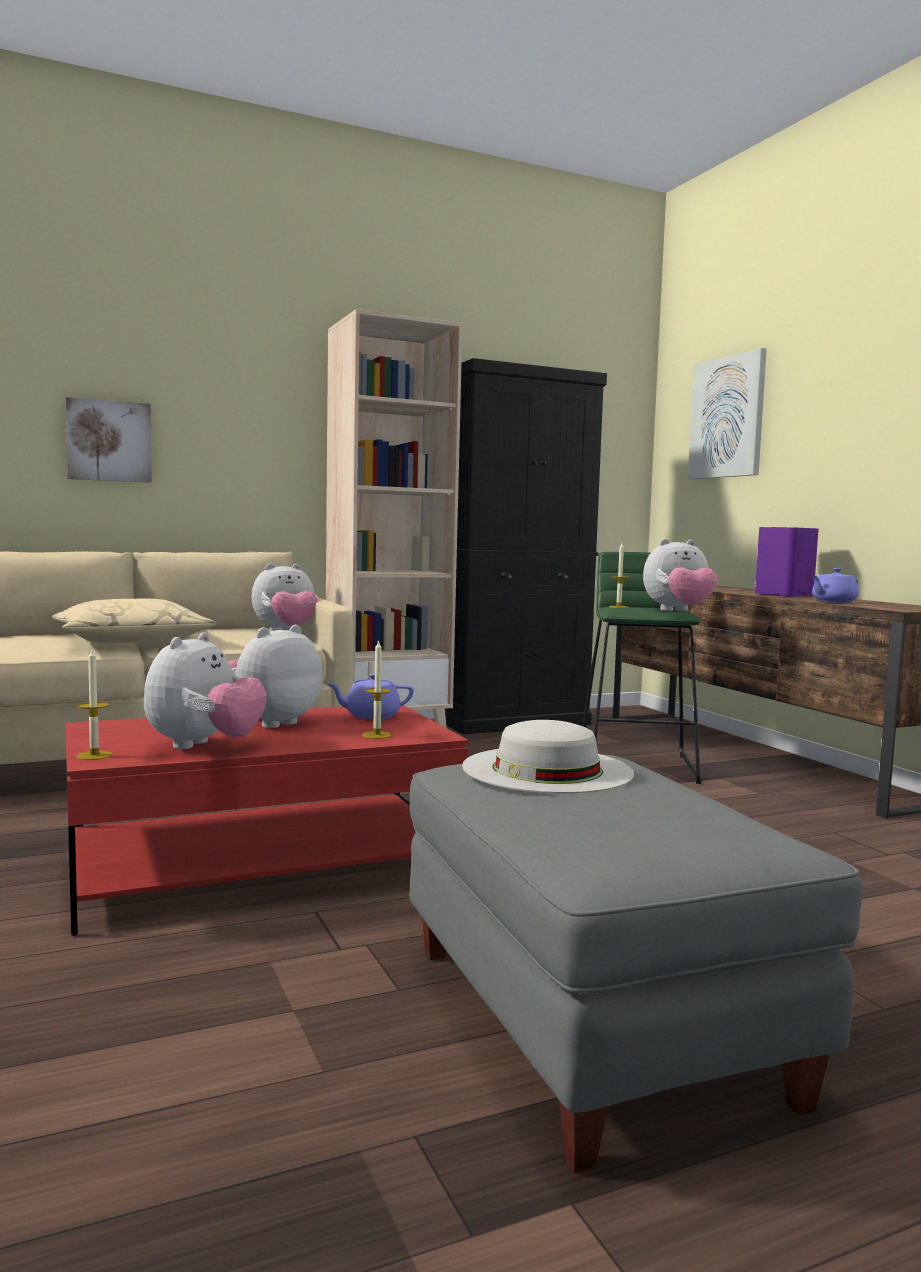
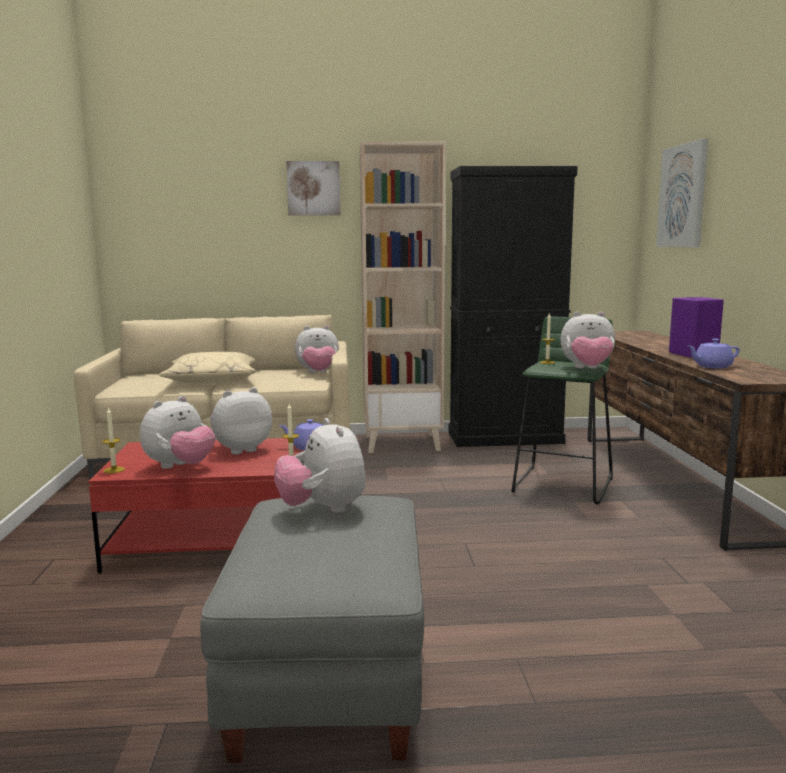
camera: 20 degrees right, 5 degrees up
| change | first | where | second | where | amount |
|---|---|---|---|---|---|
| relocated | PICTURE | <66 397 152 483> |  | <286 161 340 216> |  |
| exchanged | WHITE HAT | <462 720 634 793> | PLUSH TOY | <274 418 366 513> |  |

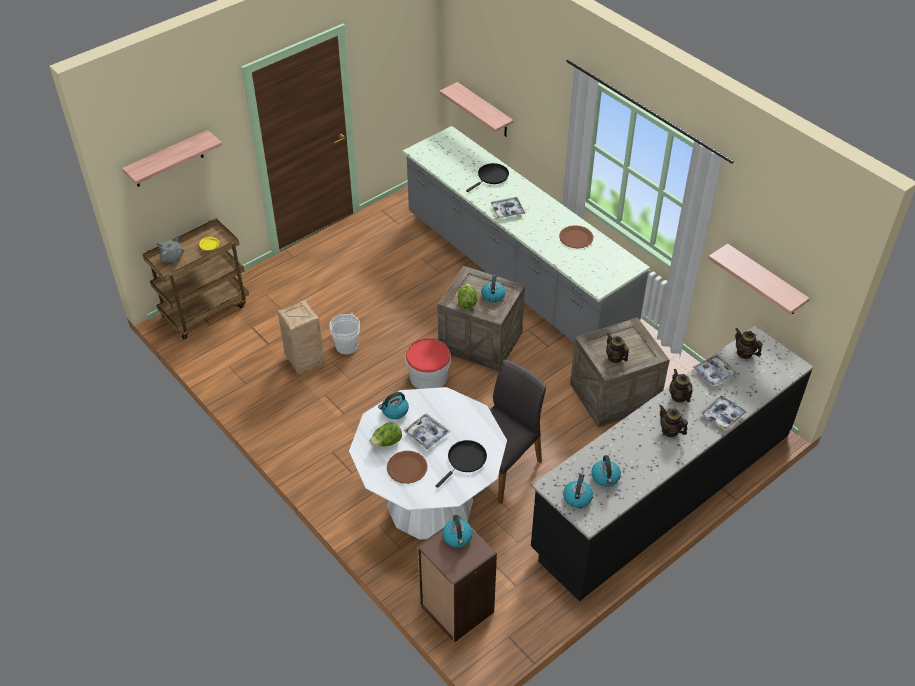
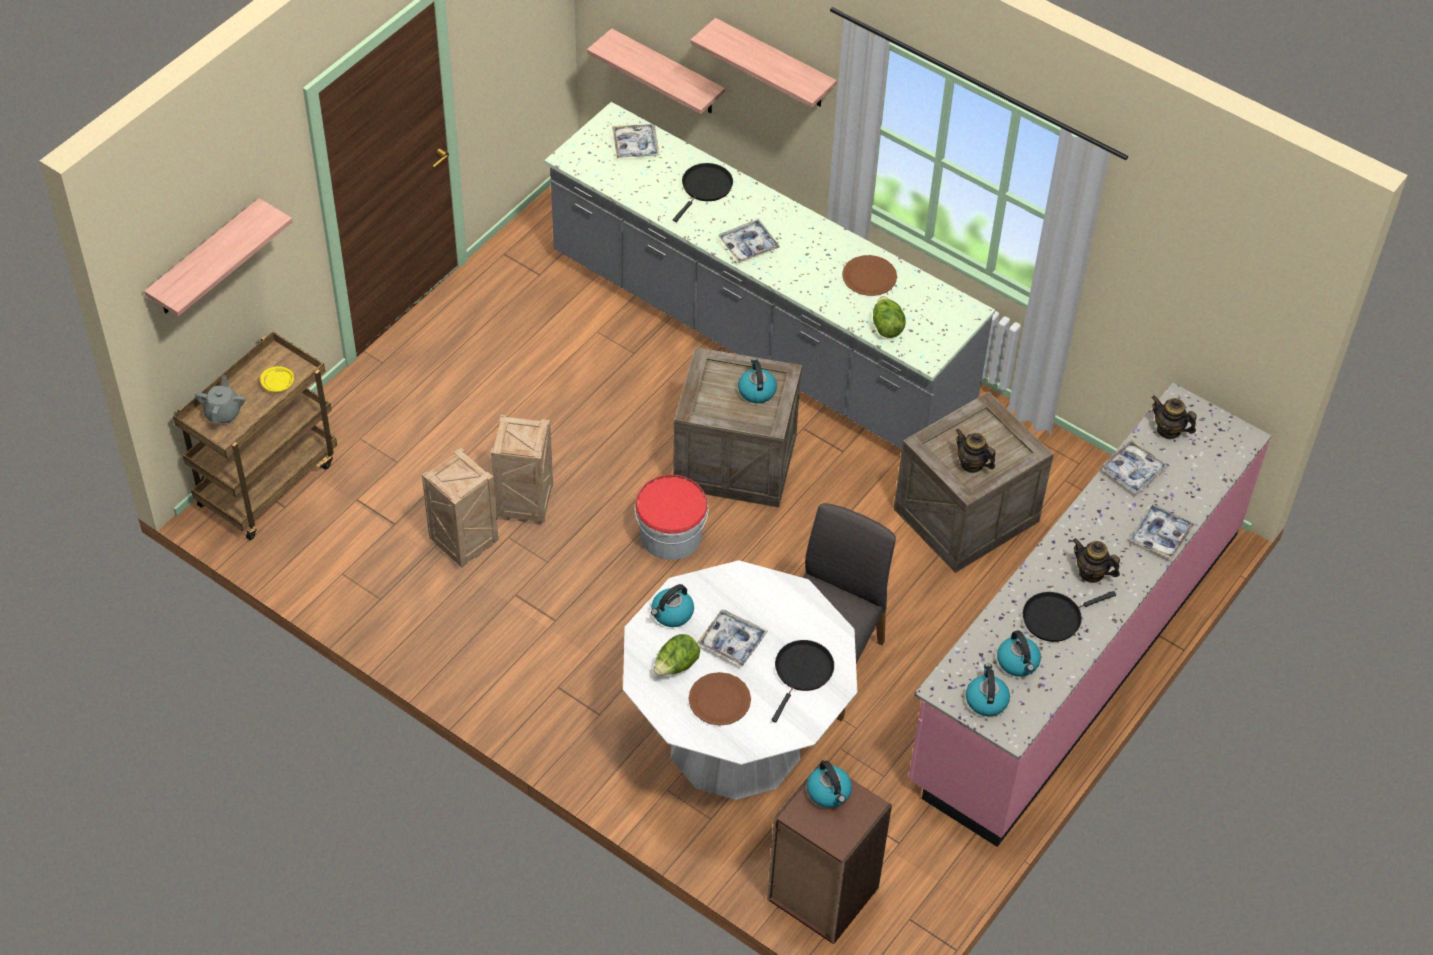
camera: 15 degrees left, 5 degrees up
| change | first | where | second | where | amount |
|---|---|---|---|---|---|
| missing | TEAPOT | <669 369 693 402> |  |  |  |
| appeared |  |  | TRAY | <612 124 660 158> |  |
| appeared |  |  | BLACK FRYING PAN | <1023 591 1116 642> |  |
| relocated | LETTUCE | <458 284 477 309> |  | <873 296 906 338> |  |
| relocated | SHELF | <708 243 810 314> |  | <690 18 837 108> |  |
| exchanged | WHITE BUCKET | <330 313 360 354> | CRATE | <491 415 553 524> |  |
| colour | BLACK COUNTER | <531 326 813 601> | PINK COUNTER | <909 383 1271 847> |  |

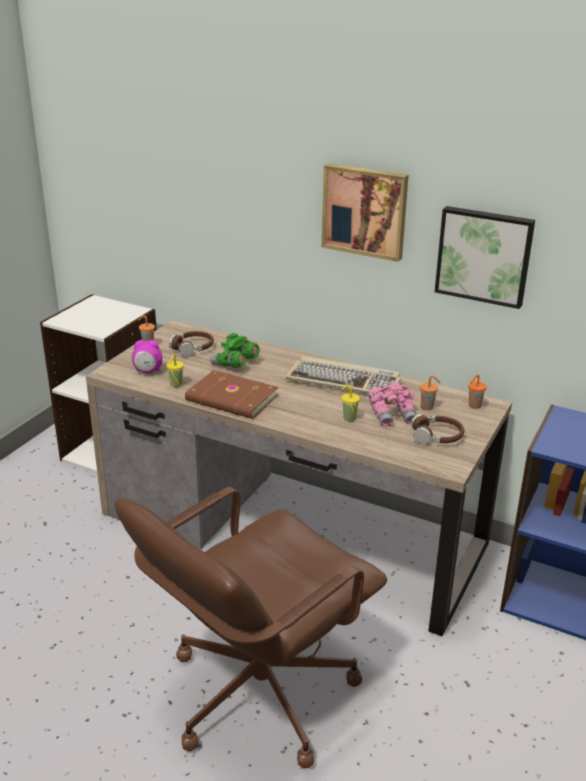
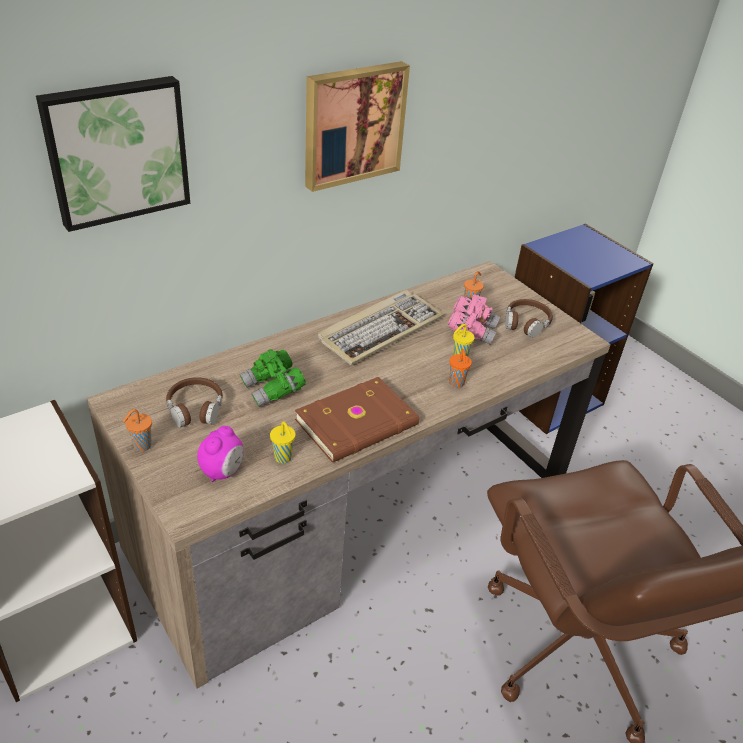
camera: 65 degrees left, 10 degrees up
| change | first | where | second | where | amount |
|---|---|---|---|---|---|
| relocated | PICTURE | <435 206 535 309> |  | <36 76 190 232> |  |
| relocated | ORANGE CUP | <468 374 487 409> |  | <449 349 472 388> |  |

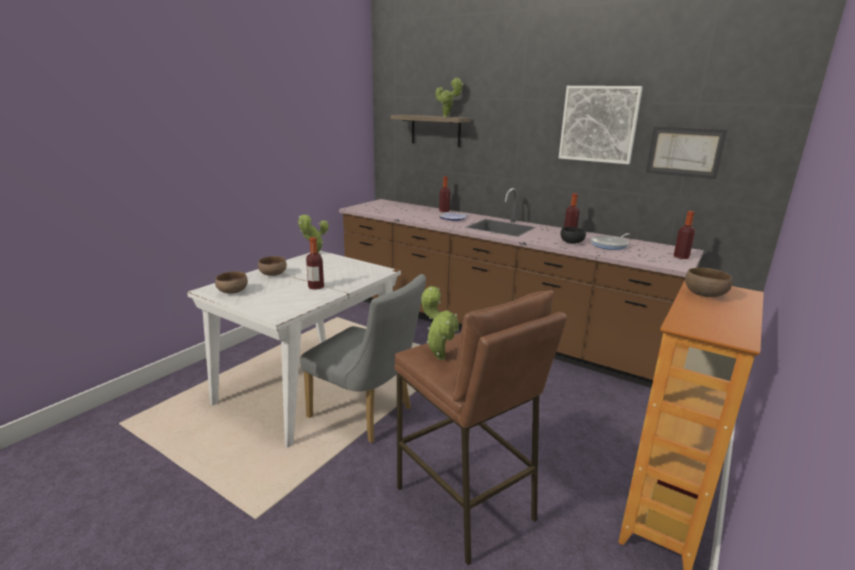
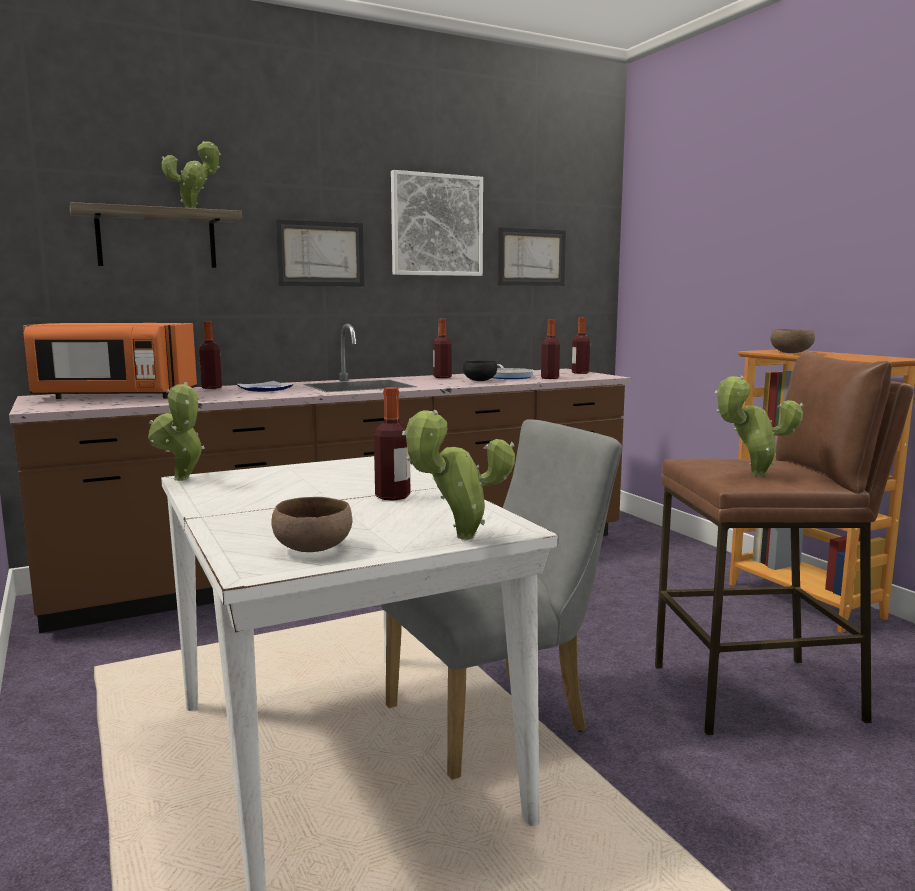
camera: 60 degrees left, 10 degrees down
| change | first | where | second | where | amount |
|---|---|---|---|---|---|
| missing | BROWN BOWL | <258 256 287 276> |  |  |  |
| appeared |  |  | ORANGE MICROWAVE | <23 323 197 399> |  |
| appeared |  |  | PICTURE | <275 219 364 286> |  |
| appeared |  |  | POTTED PLANT | <402 410 515 540> |  |
| appeared |  |  | BOTTLE | <541 319 560 379> |  |

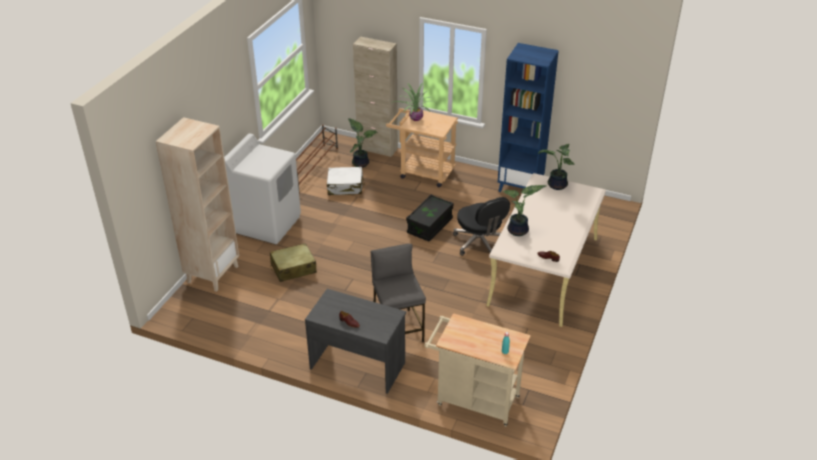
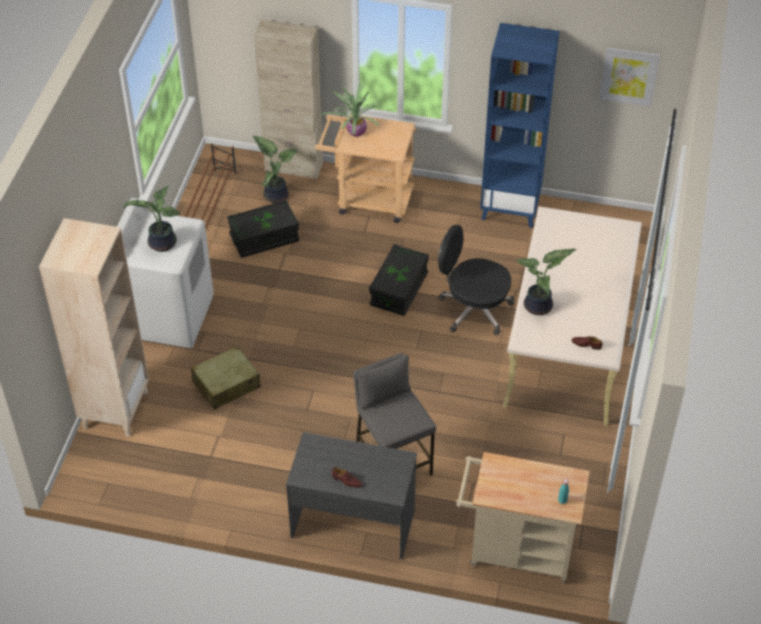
camera: 10 degrees left, 10 degrees up
| change | first | where | second | where | amount |
|---|---|---|---|---|---|
| appeared |  |  | PICTURE | <599 47 660 107> |  |
| relocated | POTTED PLANT | <538 144 575 190> |  | <124 186 180 252> |  |
| exchanged | WHITE SUITCASE | <327 167 365 195> | BLACK STORAGE BOX | <227 200 299 258> |  |
| spun | BLACK OFFICE CHAIR | <453 197 510 256> |  | <438 225 514 335> | 150 degrees clockwise |

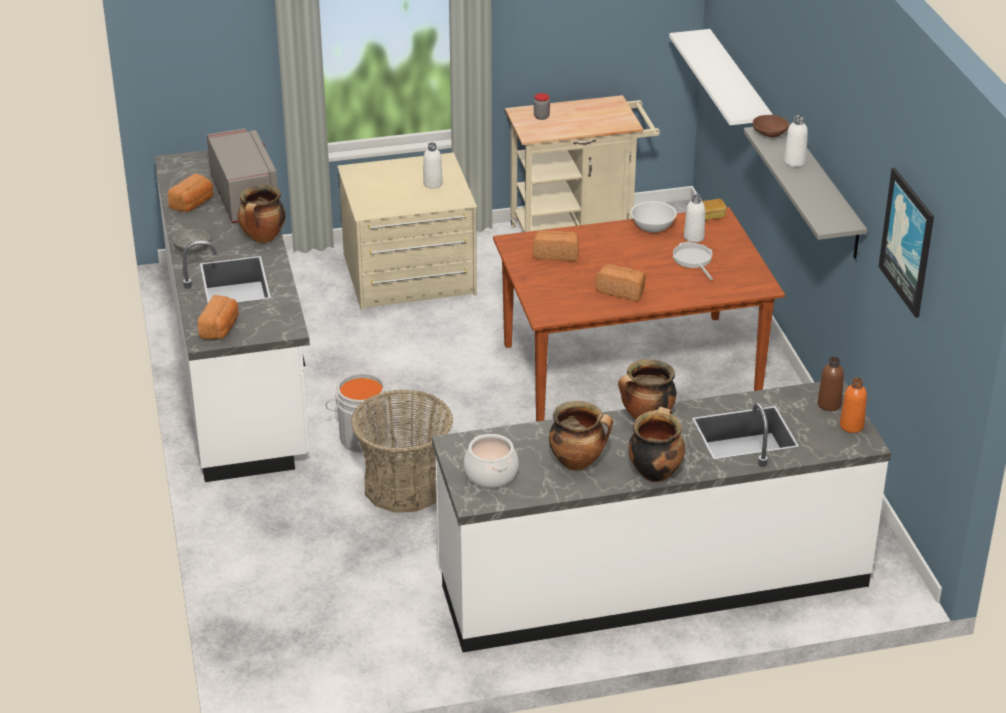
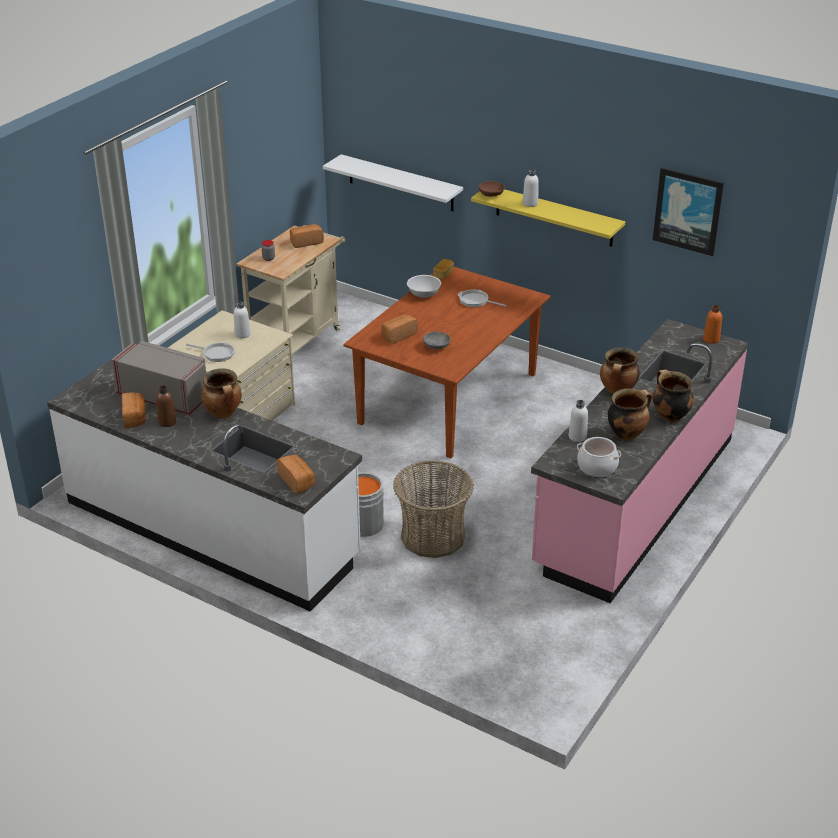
camera: 45 degrees left, 0 degrees up
| change | first | where | second | where | amount |
|---|---|---|---|---|---|
| appeared |  |  | FRYING PAN | <186 342 236 362> |  |
| relocated | GREY BOWL | <173 229 210 252> |  | <423 332 451 349> |  |
| relocated | BREAD | <595 264 646 301> |  | <289 224 324 248> |  |
| relocated | WHITE BOTTLE | <684 194 705 243> |  | <569 400 588 442> |  |
| relocated | BROWN BOTTLE | <817 356 844 411> |  | <156 385 177 427> |  |
| colour | WHITE COUNTER | <432 380 891 652> | PINK COUNTER | <531 319 749 603> |  |
| colour | GREY SHELF | <743 124 867 259> | YELLOW SHELF | <471 189 625 247> |  |

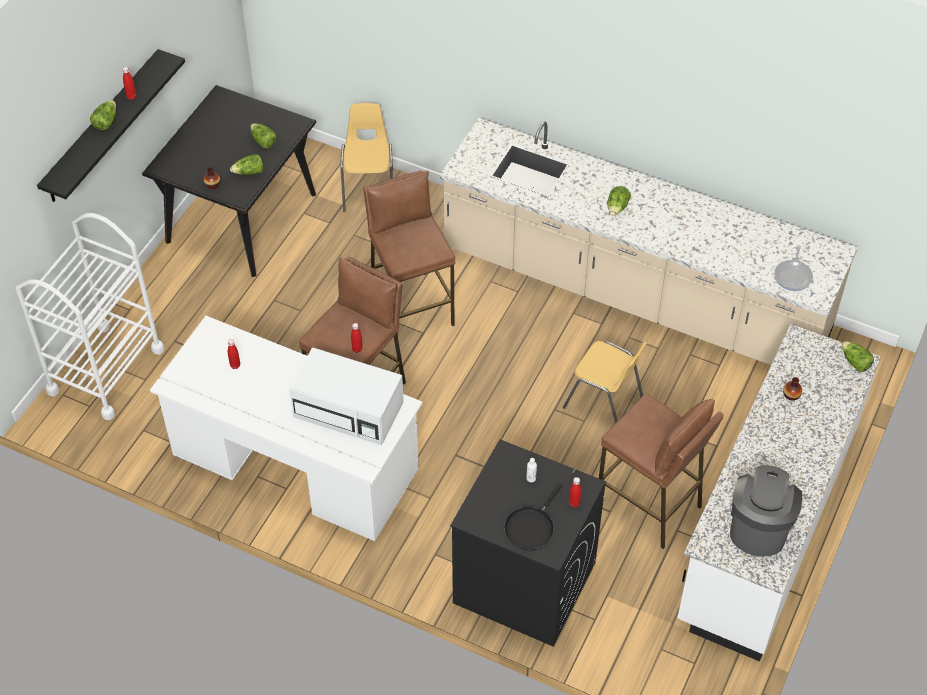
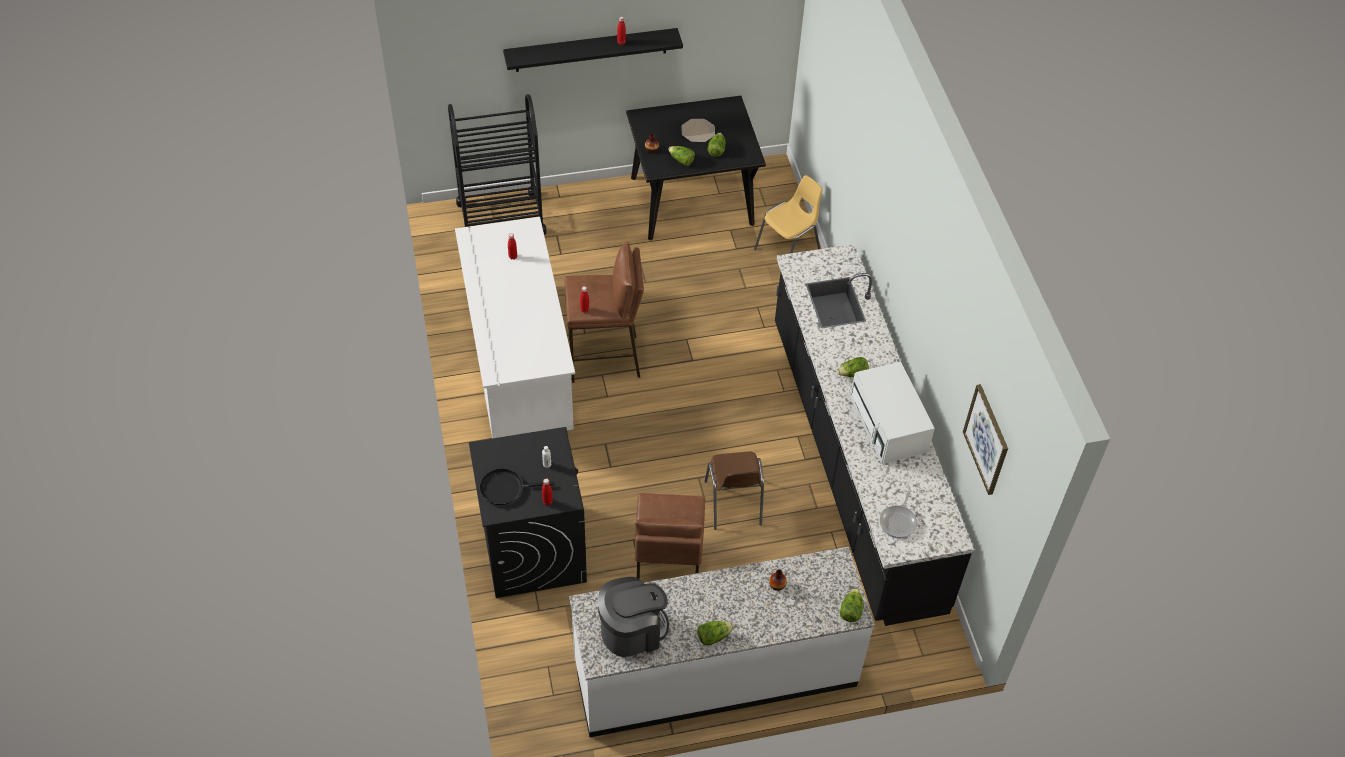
camera: 50 degrees right, 0 degrees up
| change | first | where | second | where | amount |
|---|---|---|---|---|---|
| missing | BROWN STOOL | <363 170 455 336> |  |  |  |
| appeared |  |  | PLATE | <682 119 715 142> |  |
| appeared |  |  | PICTURE | <963 384 1008 495> |  |
| relocated | LETTUCE | <90 100 116 130> |  | <697 621 734 645> |  |
| relocated | WHITE MICROWAVE | <289 347 404 445> |  | <850 362 935 464> |  |
| colour | WHITE CART | <16 213 164 420> | BLACK CART | <448 94 547 235> |  |
| colour | BEIGE COUNTER | <440 118 858 365> | BLACK COUNTER | <775 244 974 626> |  |
| colour | YELLOW CHAIR | <563 341 647 423> | BROWN CHAIR | <704 452 764 530> |  |
| spun | FRYING PAN | <774 245 813 291> |  | <880 491 917 539> | 45 degrees counterclockwise |

